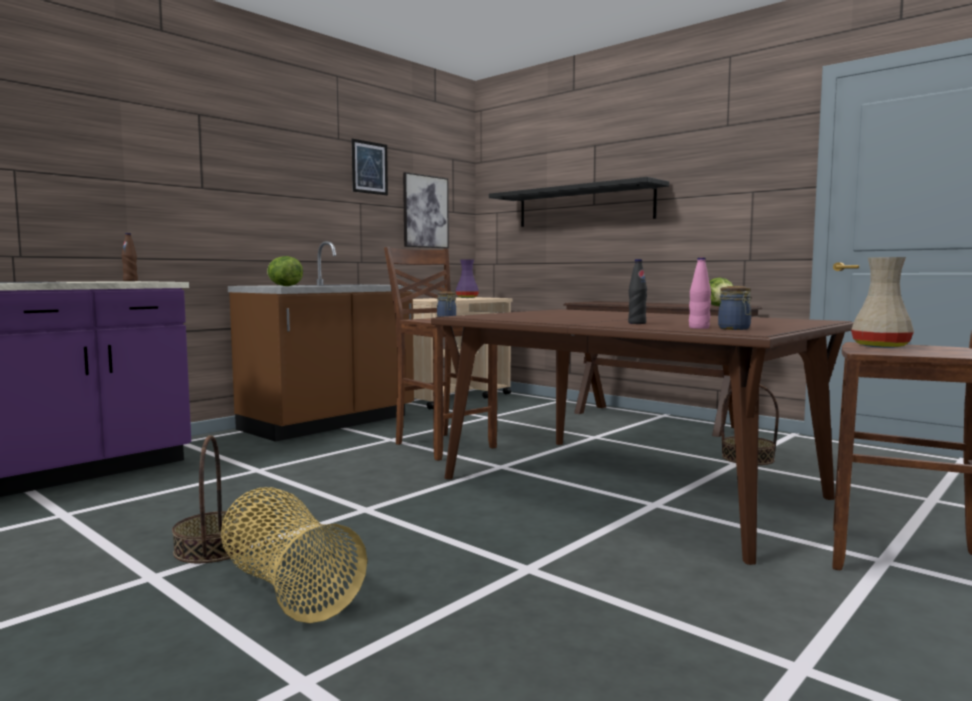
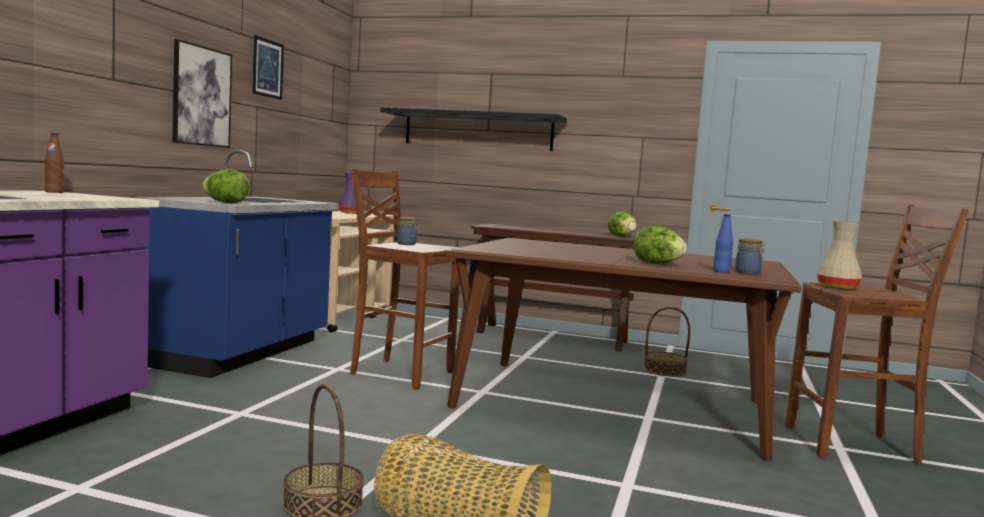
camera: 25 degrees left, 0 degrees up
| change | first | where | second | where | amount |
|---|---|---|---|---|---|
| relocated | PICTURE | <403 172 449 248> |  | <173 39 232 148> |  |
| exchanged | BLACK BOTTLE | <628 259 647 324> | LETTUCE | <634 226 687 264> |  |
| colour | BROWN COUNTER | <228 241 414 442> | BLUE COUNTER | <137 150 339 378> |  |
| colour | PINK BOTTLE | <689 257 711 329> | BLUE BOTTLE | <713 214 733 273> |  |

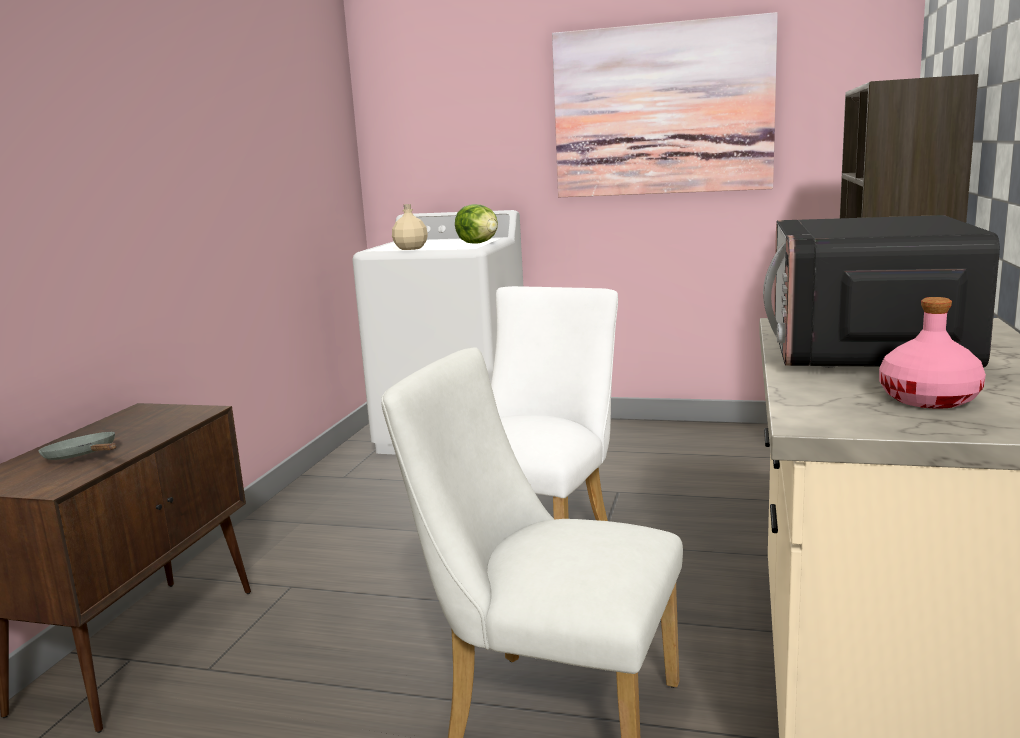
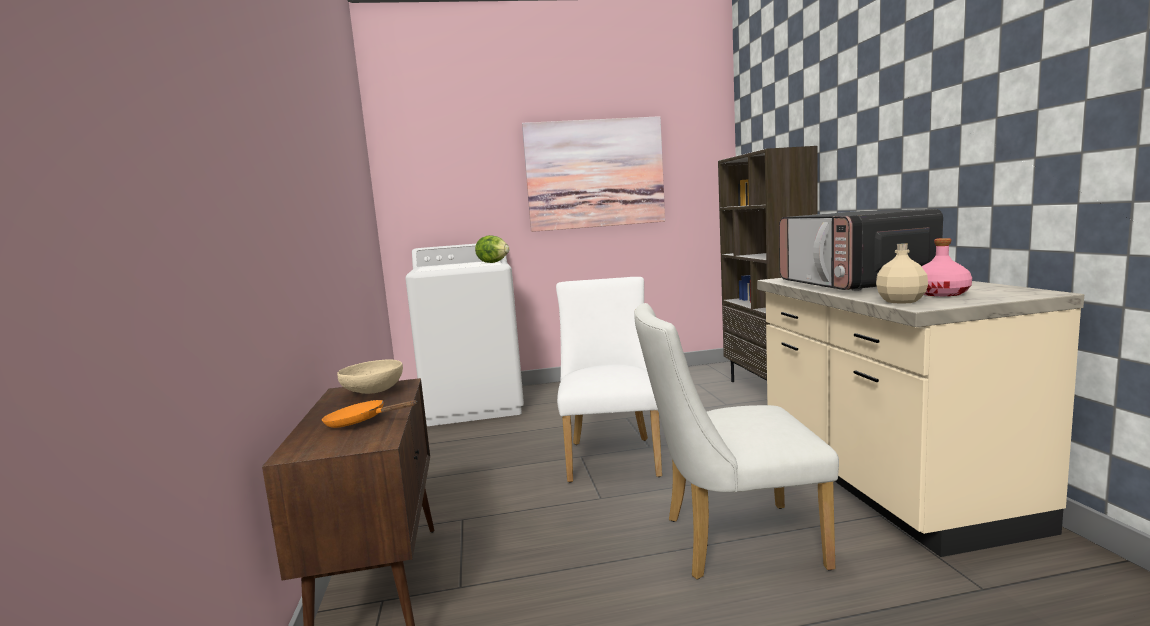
camera: 25 degrees left, 5 degrees down
| change | first | where | second | where | amount |
|---|---|---|---|---|---|
| appeared |  |  | BEIGE BOWL | <337 359 403 394> |  |
| relocated | BEIGE BOTTLE | <392 204 428 250> |  | <876 243 928 304> |  |
| colour | GREY FRYING PAN | <38 431 117 460> | ORANGE FRYING PAN | <322 400 417 428> |  |

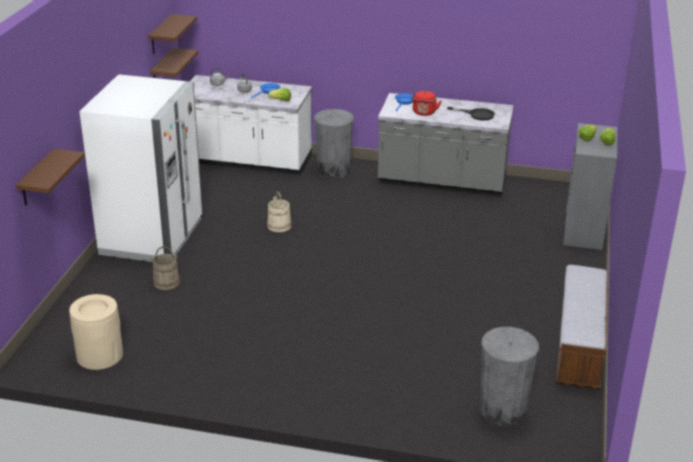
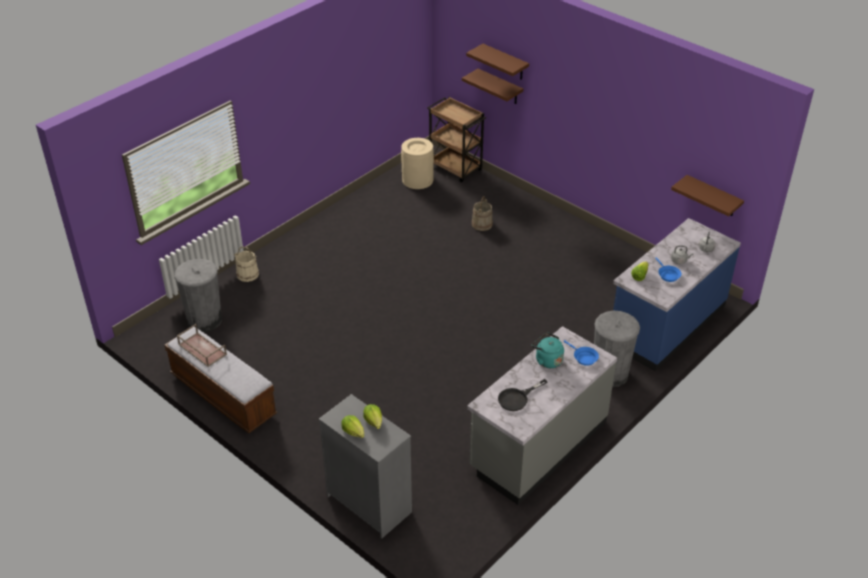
camera: 120 degrees right, 10 degrees up
| change | first | where | second | where | amount |
|---|---|---|---|---|---|
| missing | WHITE FRIDGE | <79 74 203 262> |  |  |  |
| appeared |  |  | BROWN TRAY | <177 324 227 367> |  |
| appeared |  |  | BROWN CART | <427 97 486 183> |  |
| relocated | BROWN SHELF | <148 14 197 54> |  | <466 44 529 80> |  |
| relocated | BEIGE BUCKET | <267 191 291 232> |  | <234 246 259 282> |  |
| colour | WHITE COUNTER | <190 75 312 175> | BLUE COUNTER | <613 218 741 371> |  |
| colour | RED KETTLE | <412 91 442 116> | TURQUOISE KETTLE | <532 333 564 368> |  |

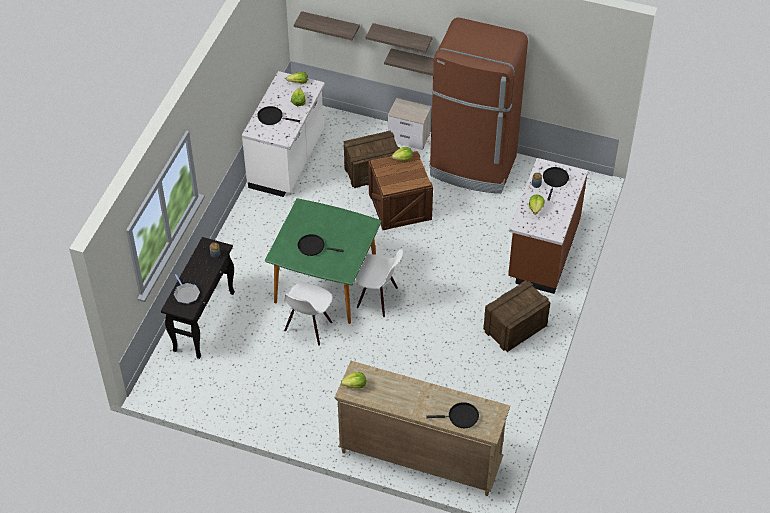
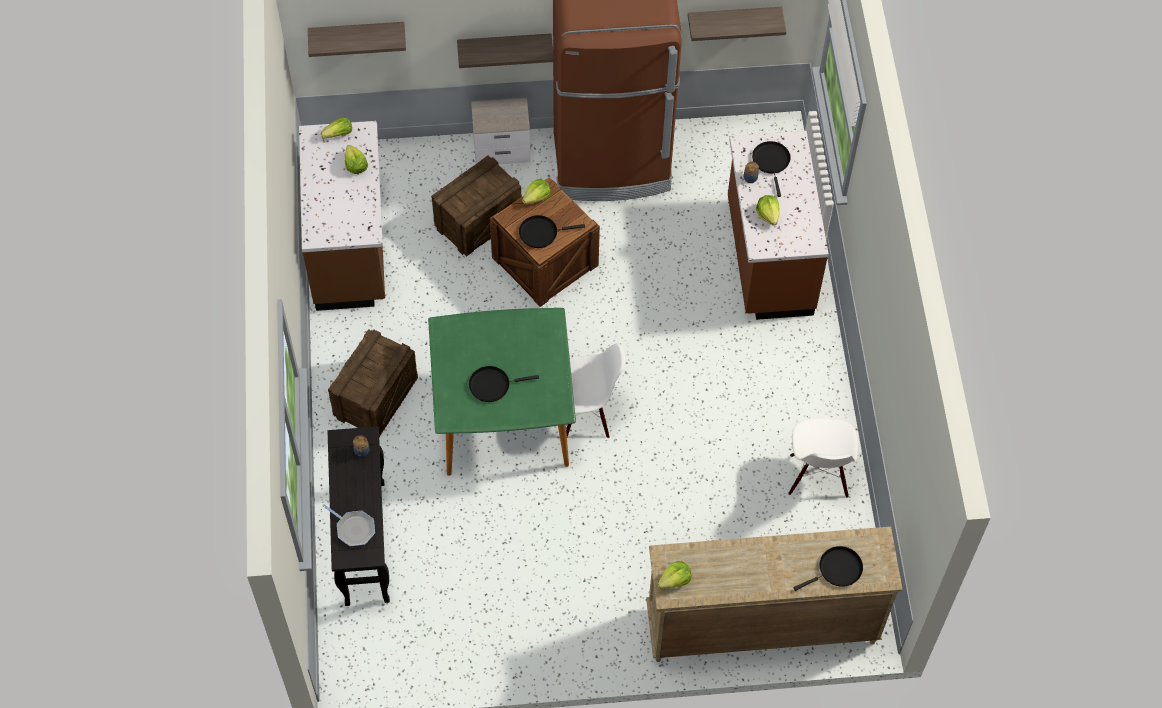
camera: 25 degrees left, 10 degrees up
| change | first | where | second | where | amount |
|---|---|---|---|---|---|
| relocated | BLACK FRYING PAN | <257 106 300 125> |  | <519 215 585 248> |  |
| relocated | WHITE CHAIR | <284 283 333 346> |  | <788 418 858 498> |  |
| relocated | SHELF | <366 23 432 53> |  | <688 7 786 41> |  |
| relocated | CRATE | <483 280 550 352> |  | <328 329 418 437> |  |
| colour | WHITE COUNTER | <242 71 325 197> | BROWN COUNTER | <299 121 385 311> |  |

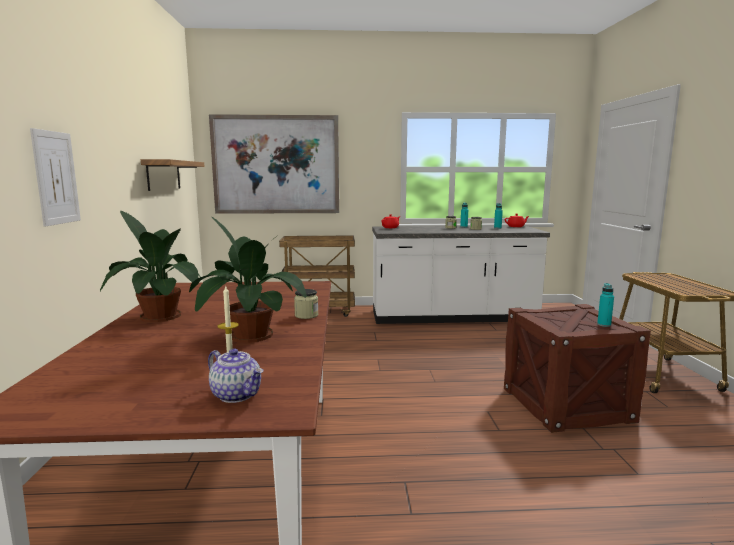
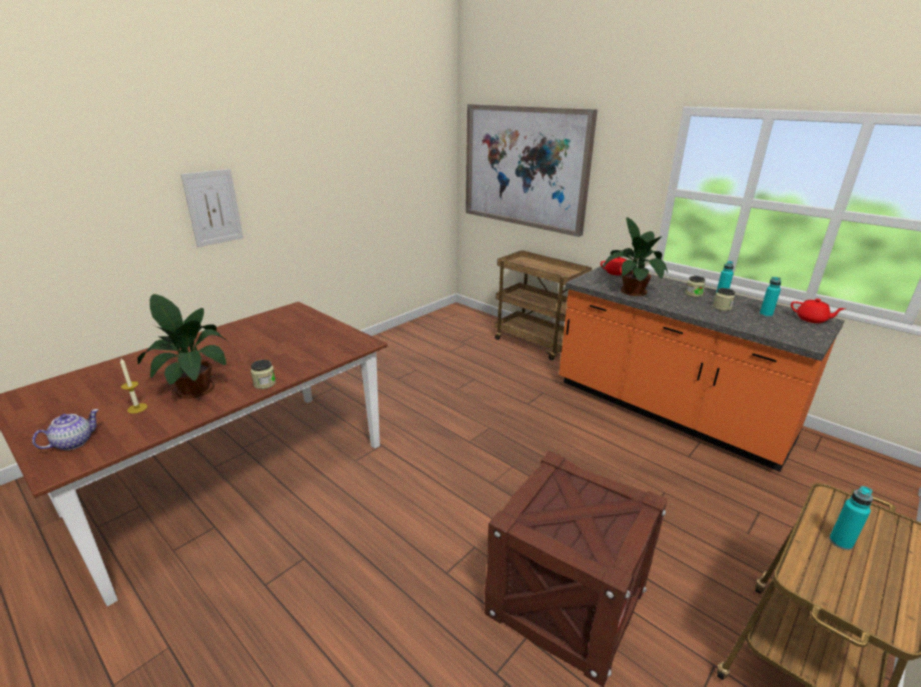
camera: 45 degrees right, 15 degrees up
| change | first | where | second | where | amount |
|---|---|---|---|---|---|
| missing | SHELF | <141 159 205 191> |  |  |  |
| relocated | POTTED PLANT | <100 211 201 322> |  | <602 217 668 296> |  |
| relocated | TURQUOISE BOTTLE | <597 283 614 327> |  | <829 486 873 550> |  |
| colour | WHITE COUNTER | <372 226 550 324> | ORANGE COUNTER | <559 265 844 472> |  |
| spun | TEAPOT | <208 348 263 403> |  | <32 409 99 450> | 135 degrees counterclockwise |

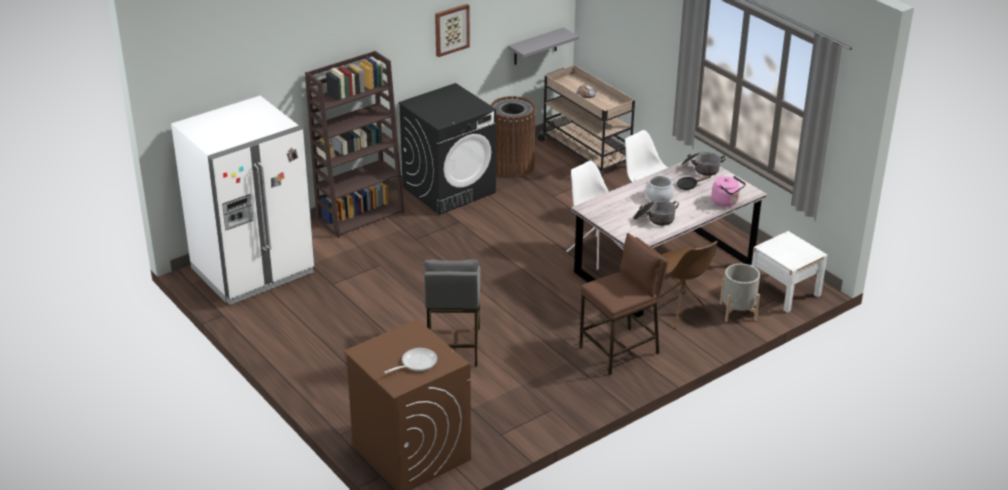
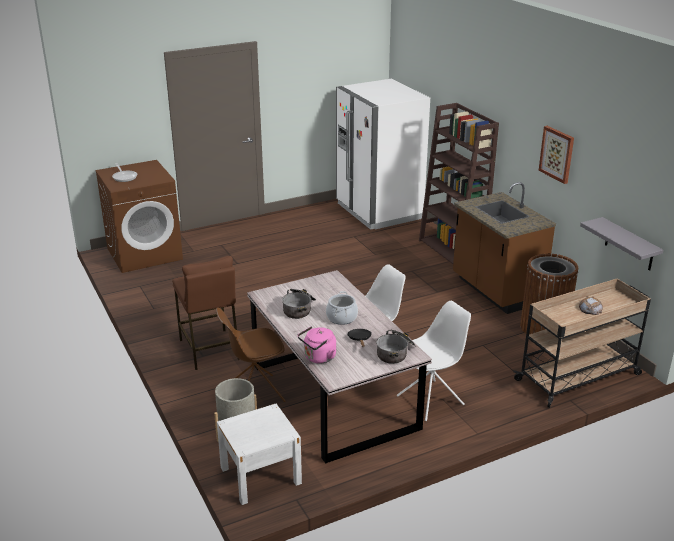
camera: 100 degrees right, 5 degrees down
| change | first | where | second | where | amount |
|---|---|---|---|---|---|
| missing | GREY STOOL | <424 259 481 367> |  |  |  |
| exchanged | BLACK WASHING MACHINE | <398 83 496 215> | BROWN COUNTER | <453 182 556 314> |  |

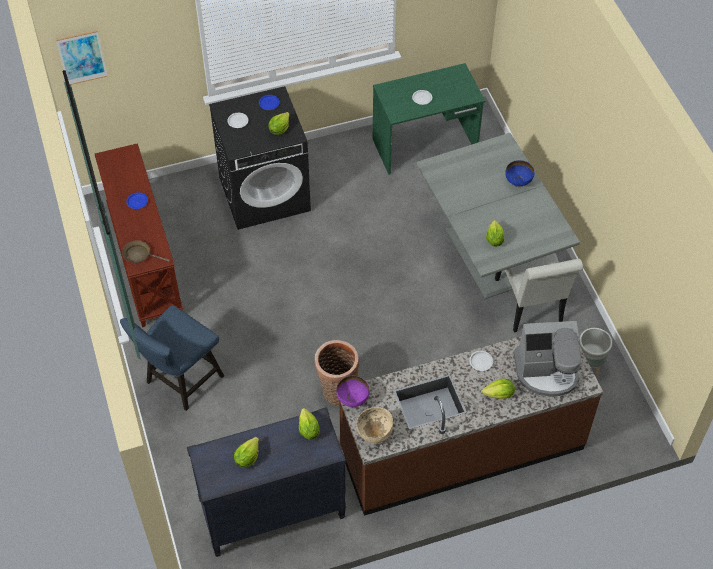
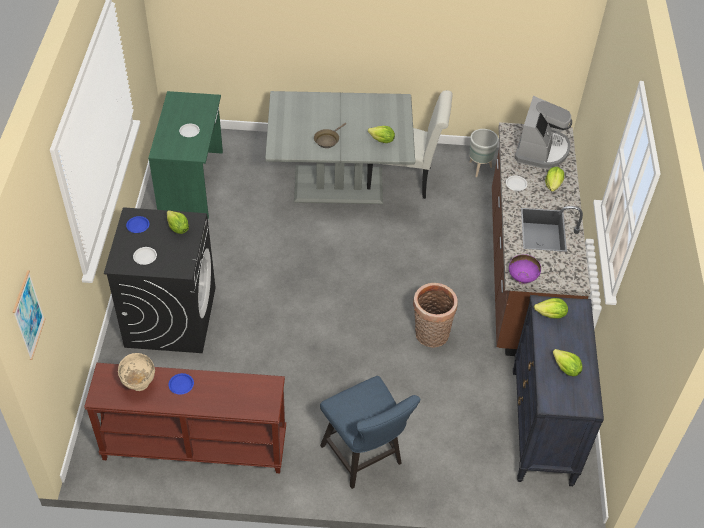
camera: 70 degrees left, 5 degrees down
| change | first | where | second | where | amount |
|---|---|---|---|---|---|
| missing | BLUE BOWL | <505 160 534 187> |  |  |  |
| relocated | BROWN FRYING PAN | <122 240 170 263> |  | <314 123 346 148> |  |
| relocated | BEIGE BOWL | <356 407 393 444> |  | <118 353 155 391> |  |

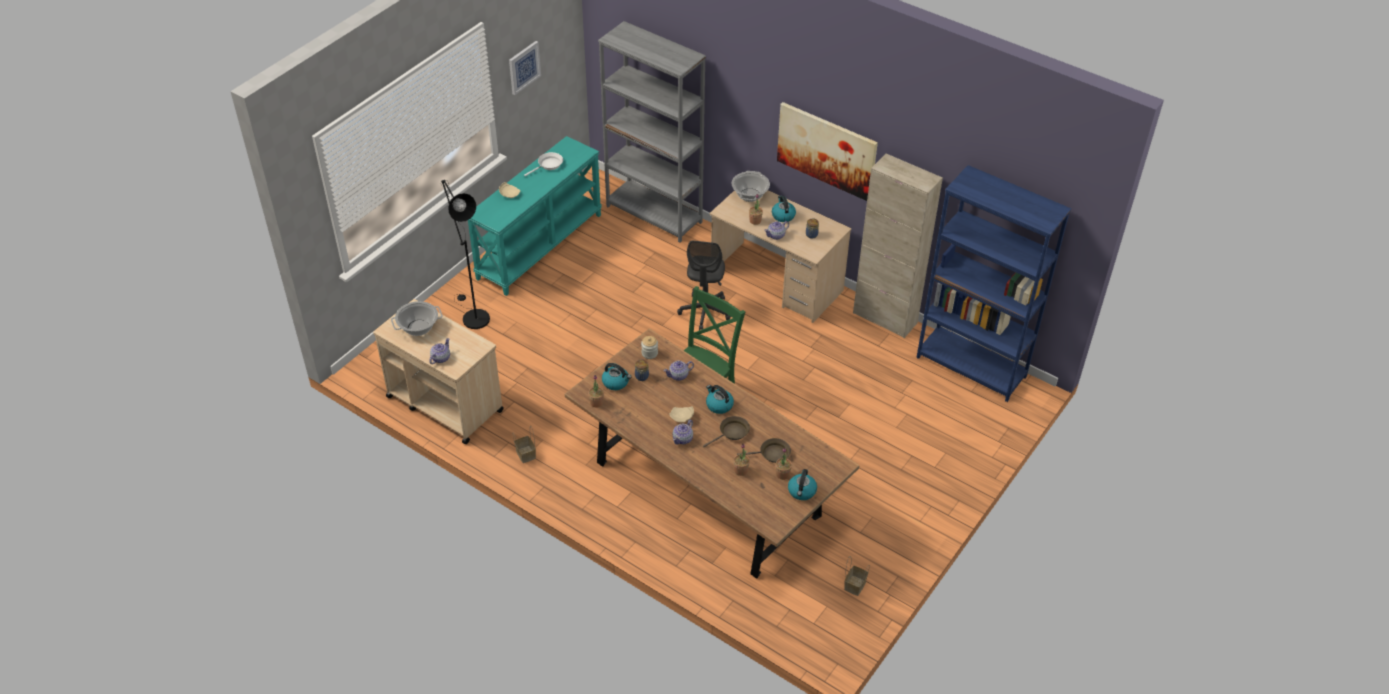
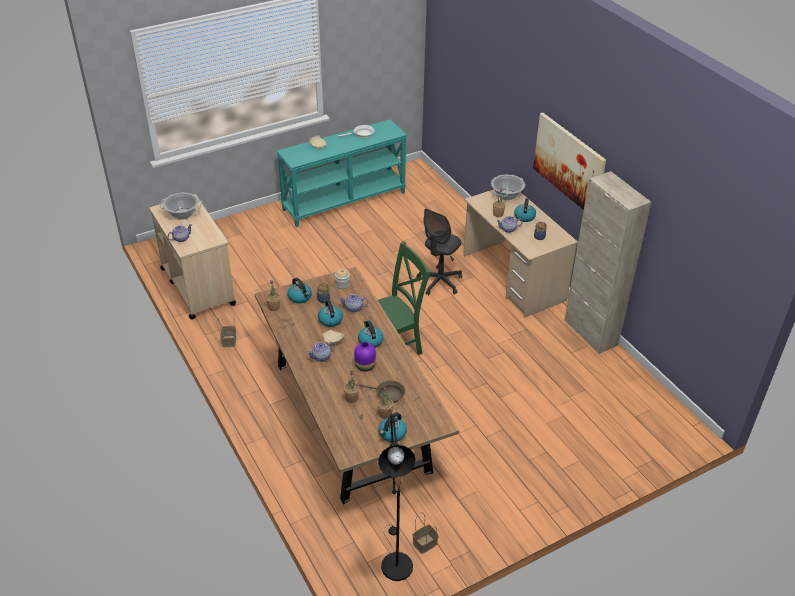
camera: 25 degrees right, 5 degrees down
| change | first | where | second | where | amount |
|---|---|---|---|---|---|
| missing | PICTURE | <509 41 541 95> |  |  |  |
| missing | GREY BOOKCASE | <598 21 706 242> |  |  |  |
| missing | BLUE BOOKCASE | <916 165 1071 402> |  |  |  |
| appeared |  |  | KETTLE | <318 300 343 327> |  |
| relocated | BLACK FLOOR LAMP | <441 180 490 329> |  | <378 414 415 581> |  |
| exchanged | BROWN FRYING PAN | <703 416 750 447> | PURPLE VASE | <354 342 376 371> |  |

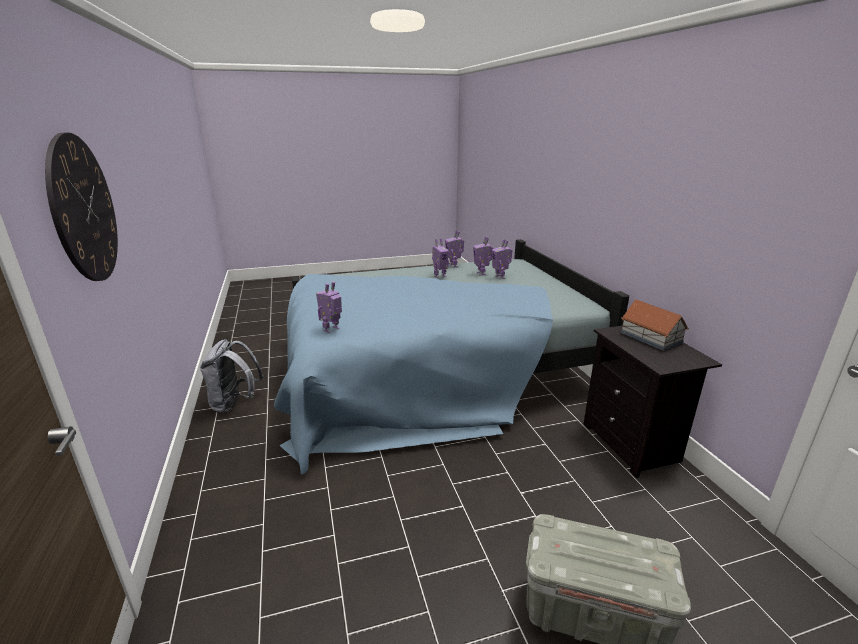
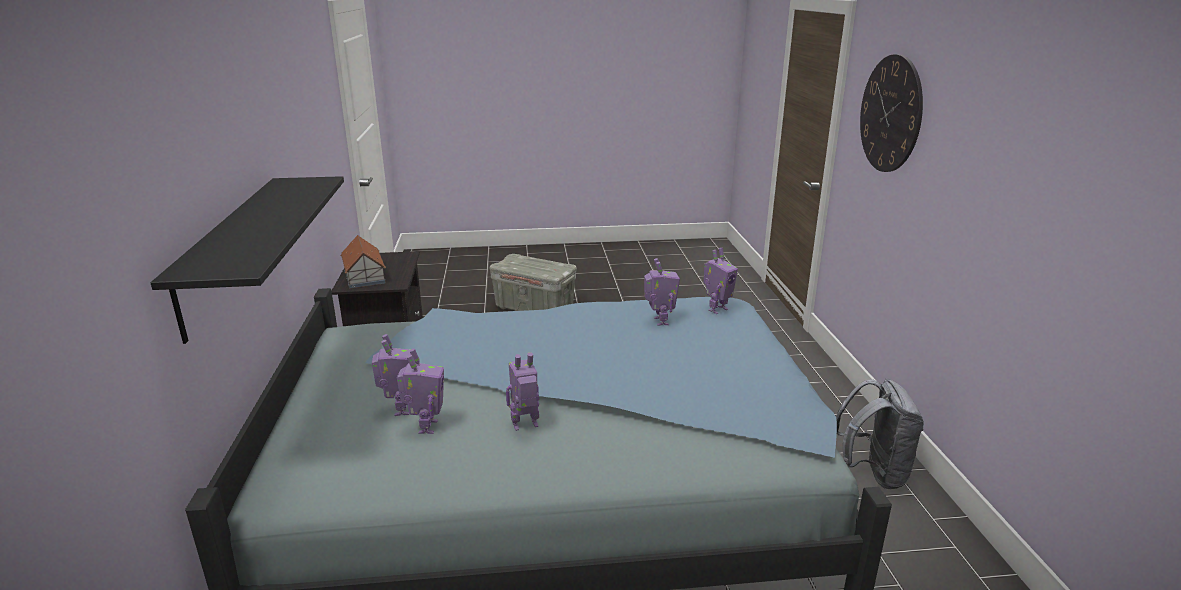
camera: 170 degrees left, 0 degrees up
| change | first | where | second | where | amount |
|---|---|---|---|---|---|
| appeared |  |  | BLACK SHELF | <150 176 344 344> |  |
| relocated | TOY ROBOT | <445 230 464 268> |  | <644 258 680 326> |  |

